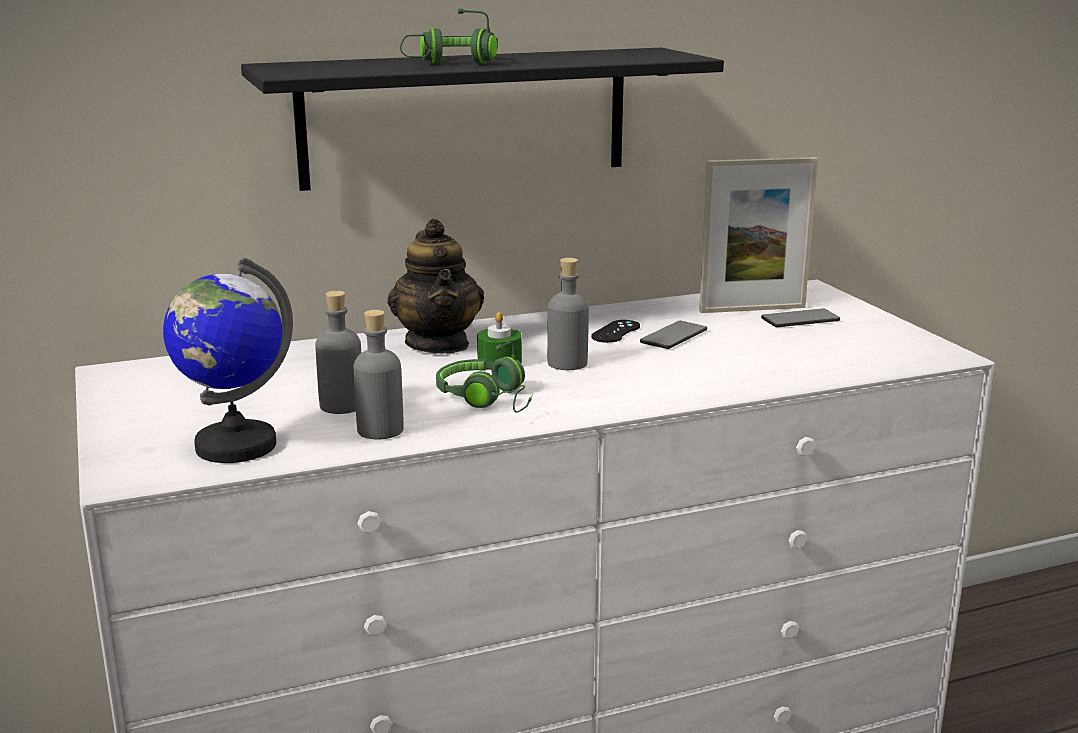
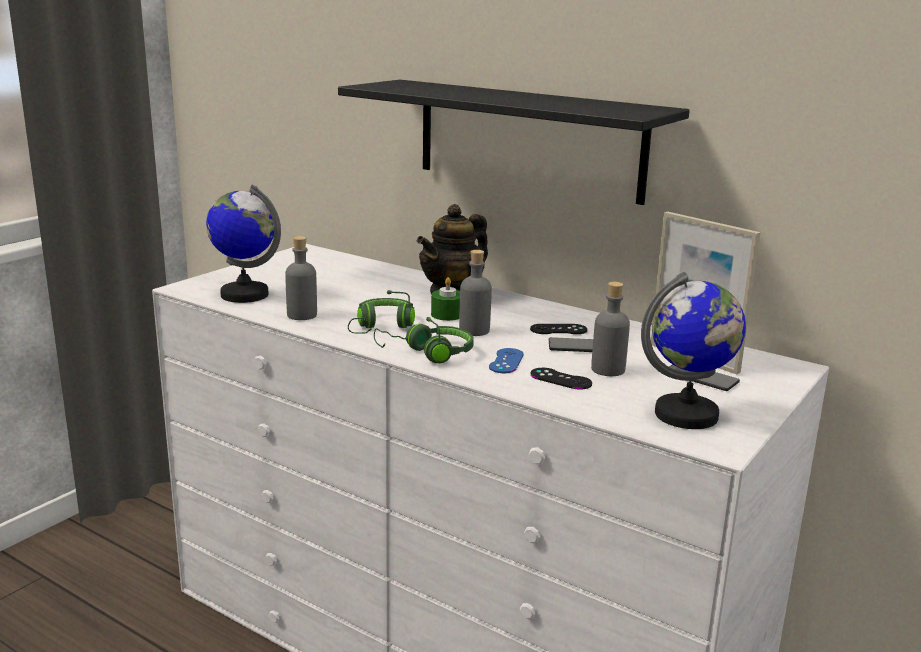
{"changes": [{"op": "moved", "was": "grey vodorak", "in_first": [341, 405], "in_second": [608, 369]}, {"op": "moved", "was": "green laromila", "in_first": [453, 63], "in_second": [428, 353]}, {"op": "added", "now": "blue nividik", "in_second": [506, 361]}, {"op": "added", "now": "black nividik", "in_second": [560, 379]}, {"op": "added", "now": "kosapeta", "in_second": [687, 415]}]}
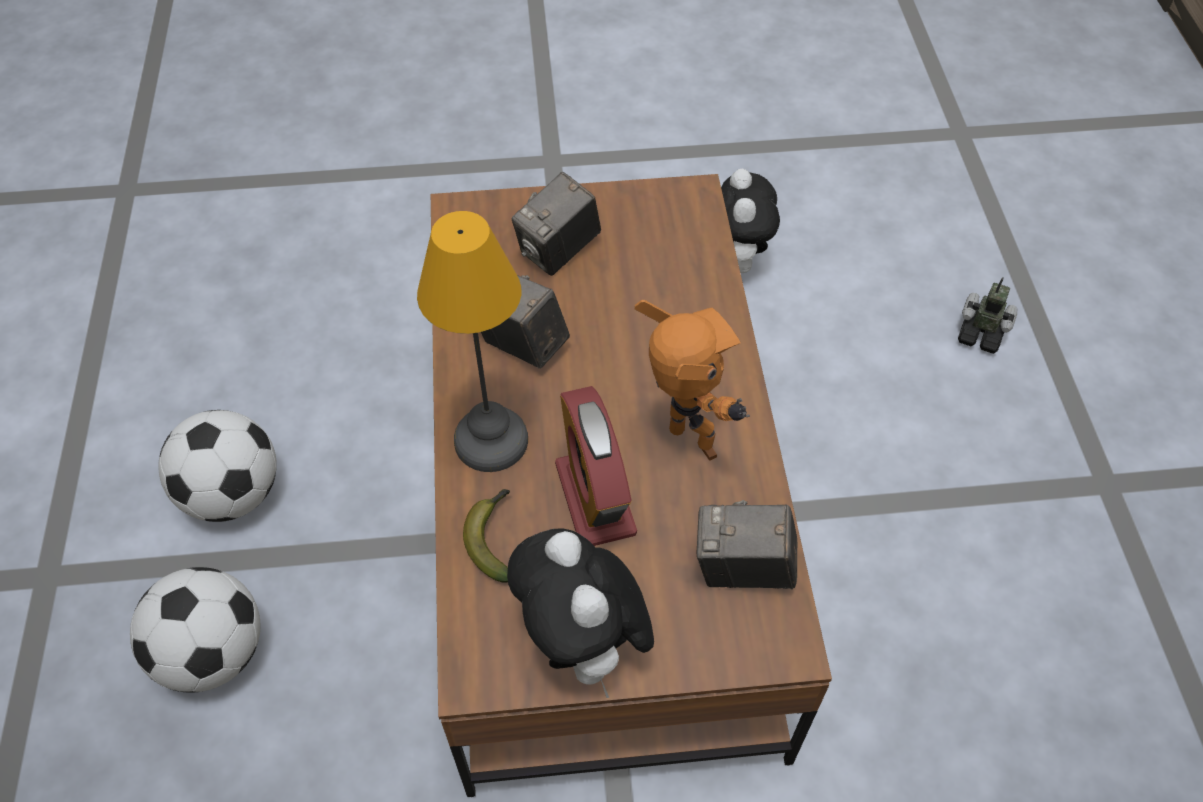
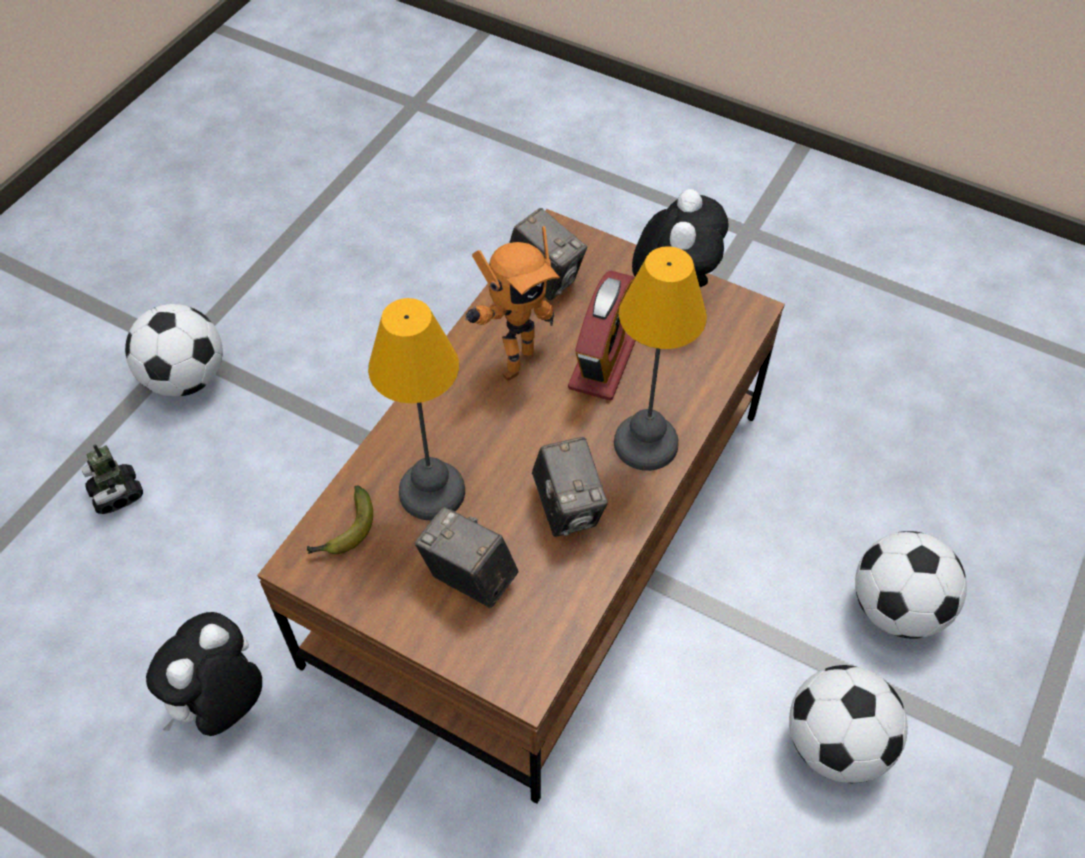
{"changes": [{"op": "moved", "was": "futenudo", "in_first": [494, 538], "in_second": [344, 532]}, {"op": "turned", "was": "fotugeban", "in_first": [558, 251], "in_second": [469, 577], "clockwise": -135}, {"op": "turned", "was": "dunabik", "in_first": [687, 448], "in_second": [512, 361], "clockwise": -135}, {"op": "added", "now": "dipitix", "in_second": [186, 378]}, {"op": "added", "now": "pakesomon", "in_second": [430, 493]}]}
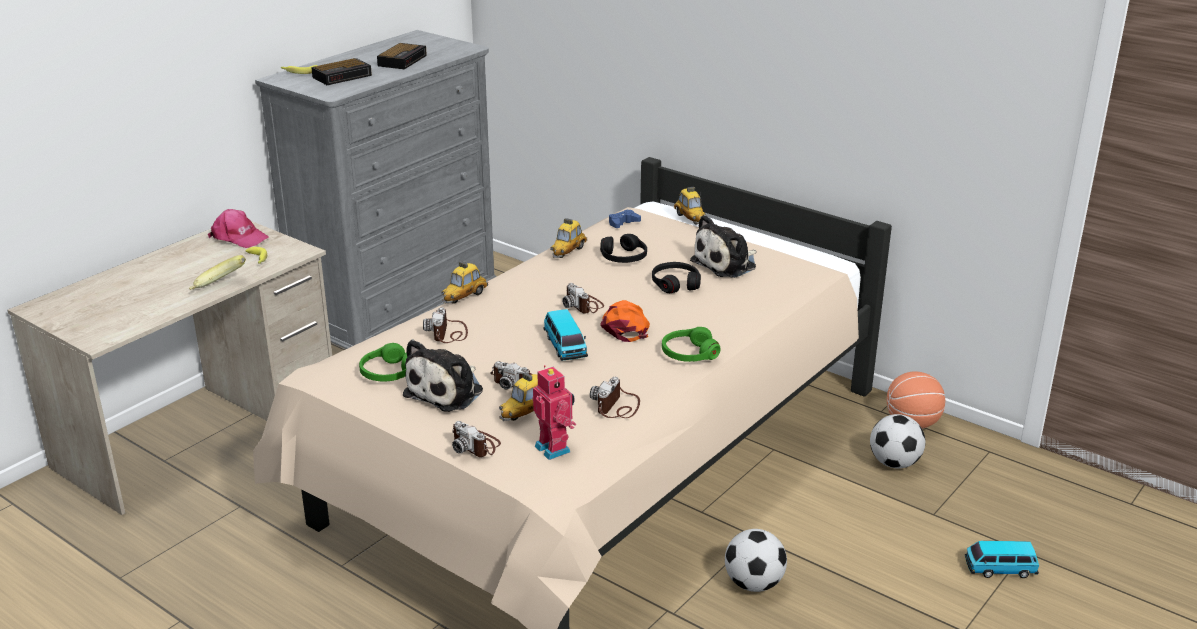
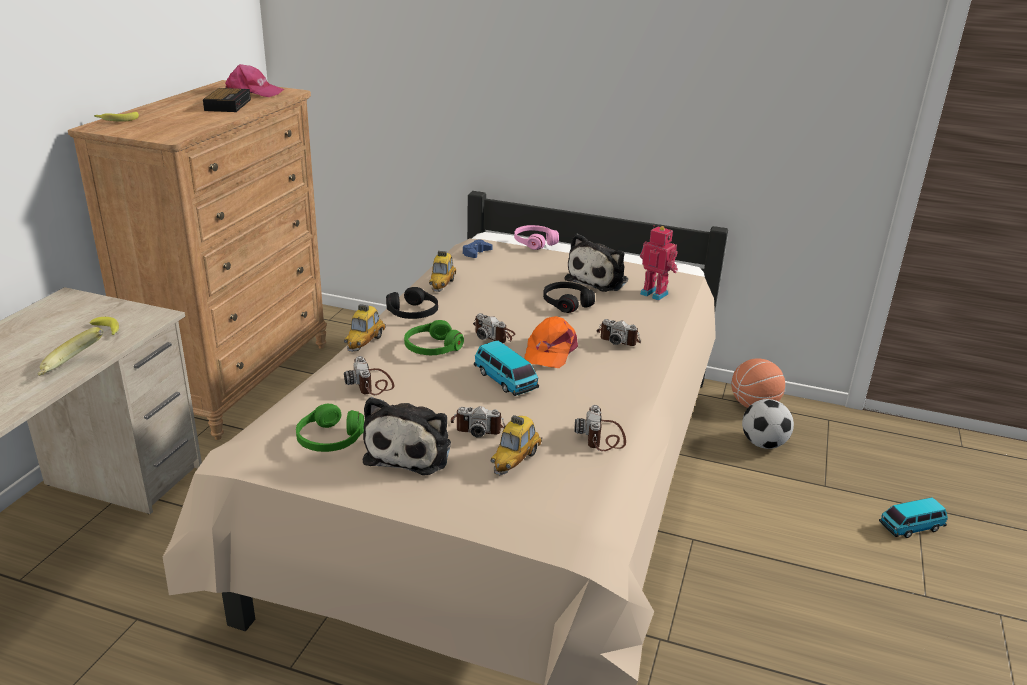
{"changes": [{"op": "moved", "was": "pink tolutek", "in_first": [239, 237], "in_second": [253, 92]}, {"op": "recoloured", "was": "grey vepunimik", "now": "brown vepunimik", "in_first": [399, 322], "in_second": [237, 379]}, {"op": "removed", "was": "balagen", "in_first": [343, 76]}, {"op": "moved", "was": "fotugeban", "in_first": [476, 445], "in_second": [619, 339]}, {"op": "moved", "was": "dunabik", "in_first": [554, 448], "in_second": [655, 293]}, {"op": "moved", "was": "black laromila", "in_first": [623, 257], "in_second": [413, 313]}, {"op": "turned", "was": "orange tolutek", "in_first": [624, 326], "in_second": [549, 351], "clockwise": -135}, {"op": "moved", "was": "green laromila", "in_first": [689, 354], "in_second": [432, 348]}, {"op": "replaced", "was": "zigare", "now": "pink laromila", "in_first": [690, 218], "in_second": [534, 242]}, {"op": "removed", "was": "dipitix", "in_first": [753, 584]}]}
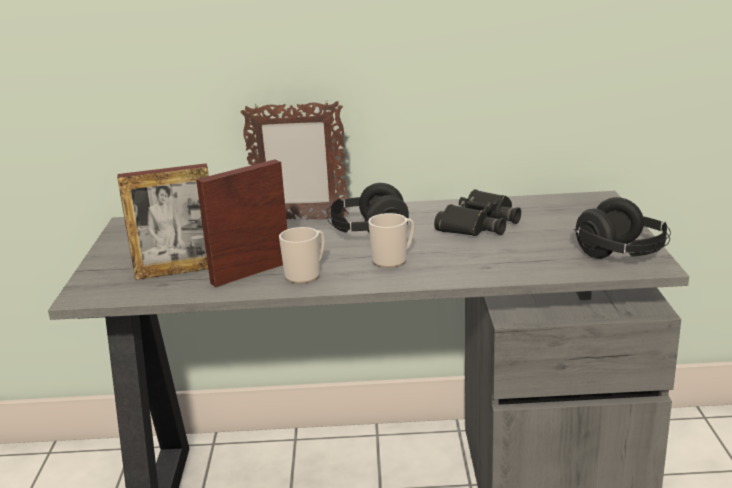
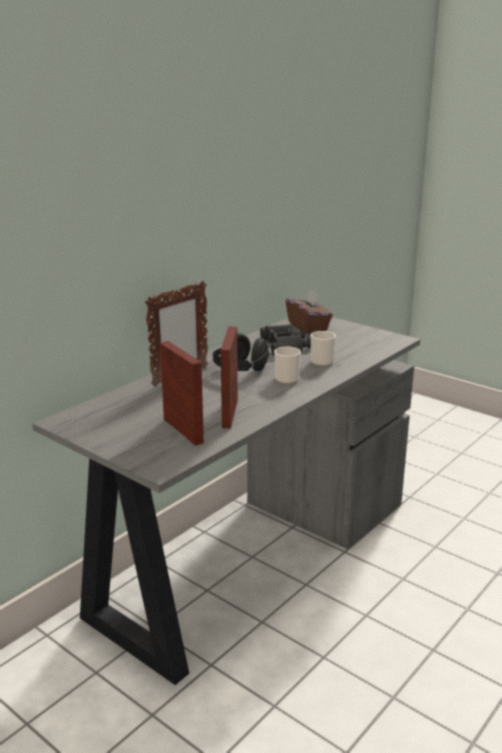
{"changes": [{"op": "turned", "was": "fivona", "in_first": [178, 271], "in_second": [183, 431], "clockwise": -60}, {"op": "moved", "was": "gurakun", "in_first": [306, 274], "in_second": [322, 360]}, {"op": "removed", "was": "black laromila", "in_first": [622, 255]}, {"op": "added", "now": "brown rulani", "in_second": [308, 327]}]}
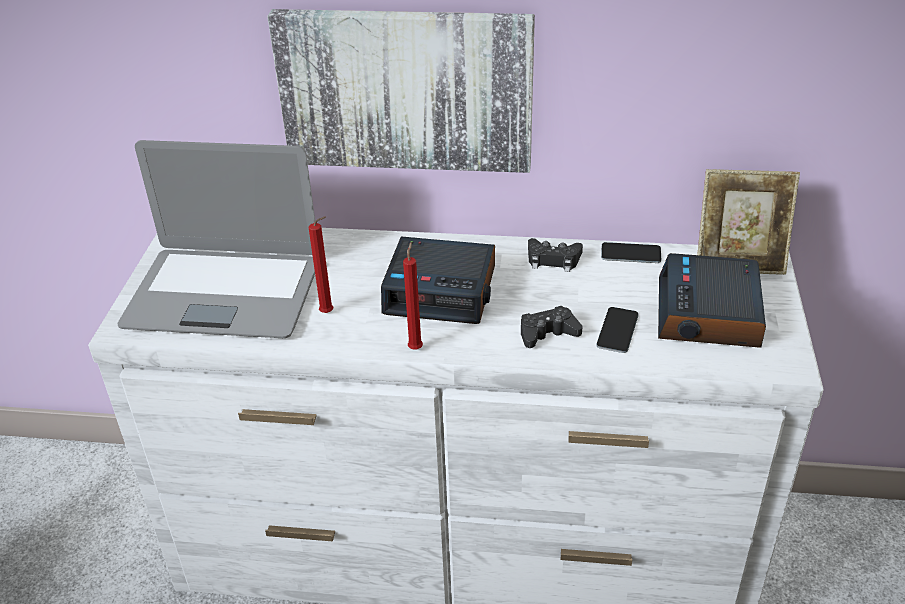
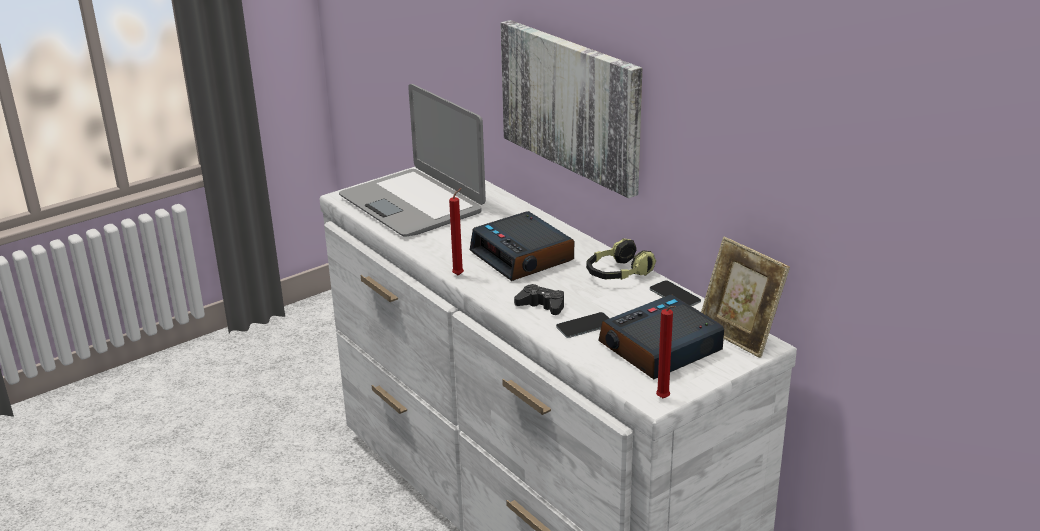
{"changes": [{"op": "moved", "was": "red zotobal", "in_first": [329, 313], "in_second": [664, 399]}, {"op": "replaced", "was": "black nividik", "now": "laromila", "in_first": [553, 259], "in_second": [618, 274]}]}
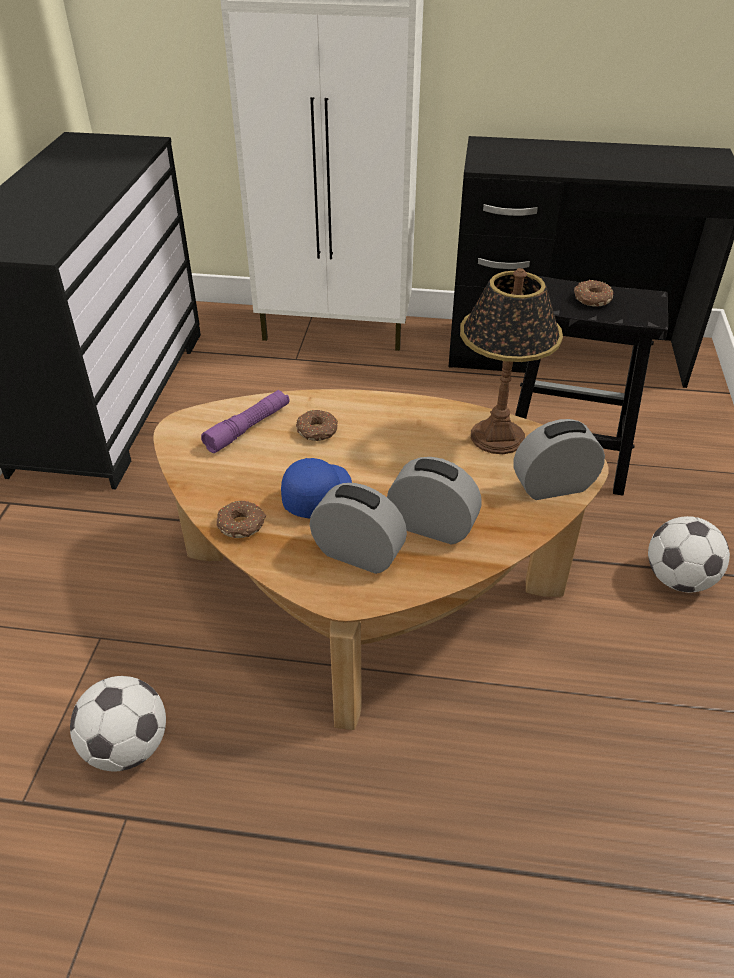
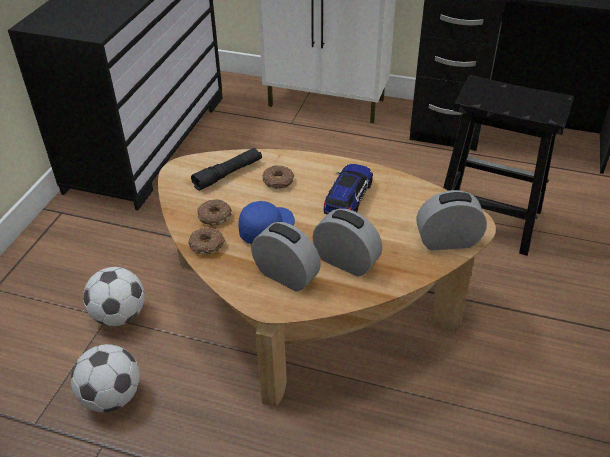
{"changes": [{"op": "recoloured", "was": "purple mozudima", "now": "black mozudima", "in_first": [248, 428], "in_second": [228, 174]}, {"op": "removed", "was": "pakesomon", "in_first": [497, 437]}, {"op": "moved", "was": "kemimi", "in_first": [591, 299], "in_second": [214, 217]}, {"op": "moved", "was": "dipitix", "in_first": [678, 579], "in_second": [119, 315]}, {"op": "added", "now": "zigare", "in_second": [348, 199]}]}
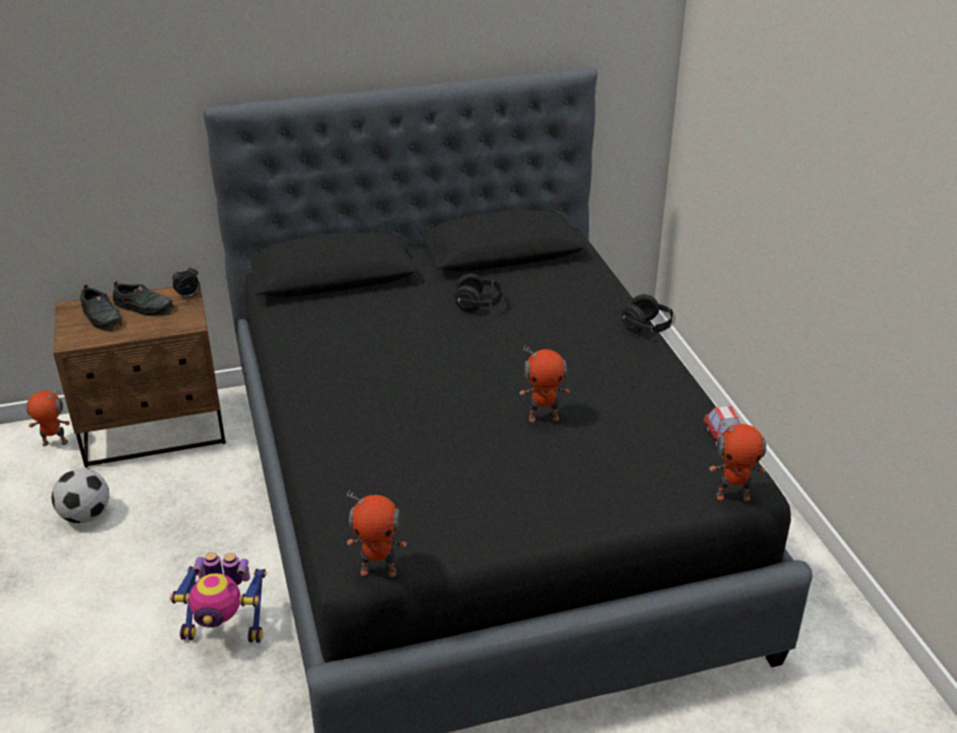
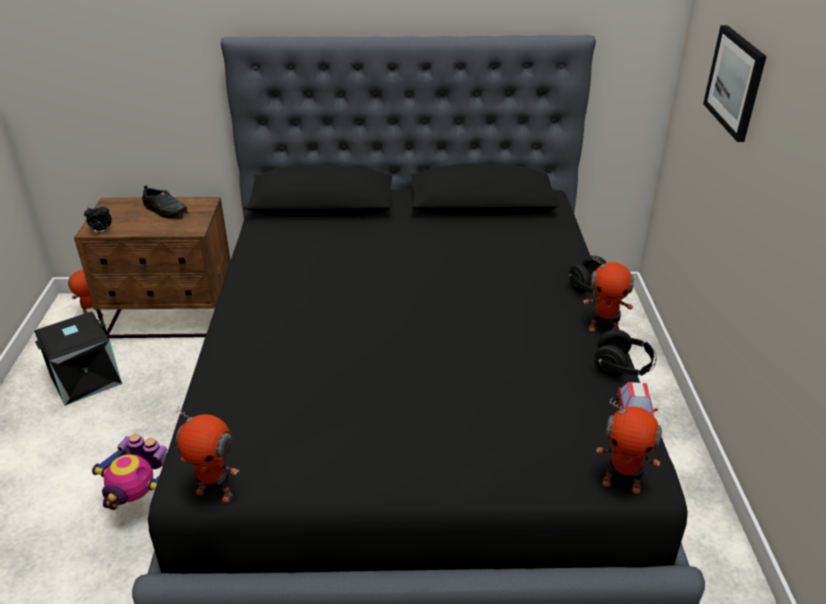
{"changes": [{"op": "replaced", "was": "dipitix", "now": "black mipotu", "in_first": [86, 516], "in_second": [85, 380]}, {"op": "removed", "was": "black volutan", "in_first": [102, 316]}, {"op": "moved", "was": "balagen", "in_first": [188, 296], "in_second": [101, 232]}, {"op": "moved", "was": "black laromila", "in_first": [479, 305], "in_second": [623, 368]}, {"op": "moved", "was": "dunabik", "in_first": [543, 417], "in_second": [603, 328]}, {"op": "added", "now": "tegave", "in_second": [735, 82]}]}
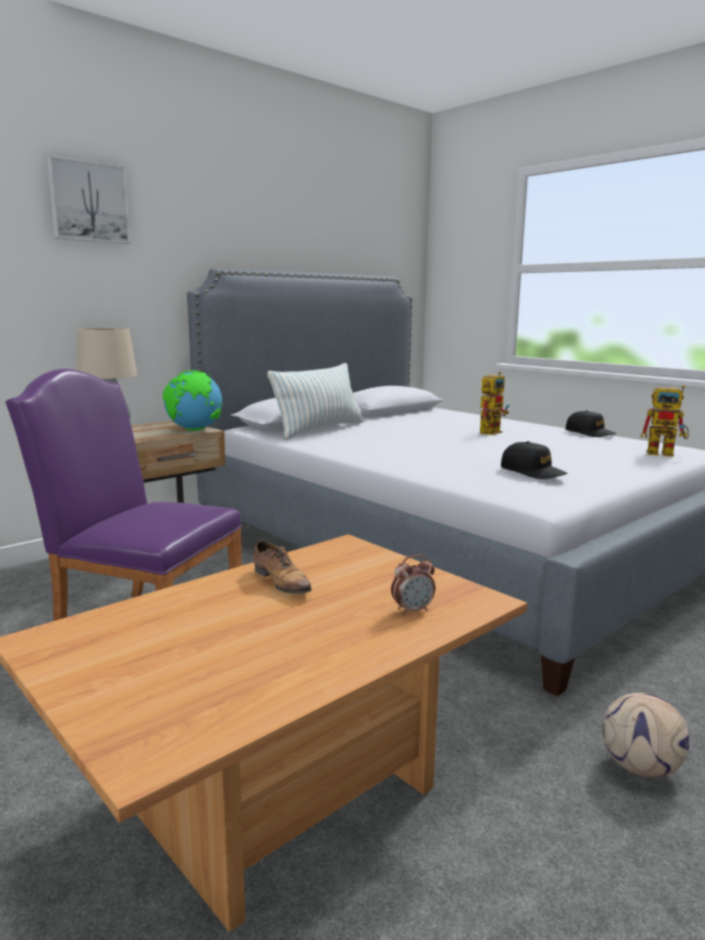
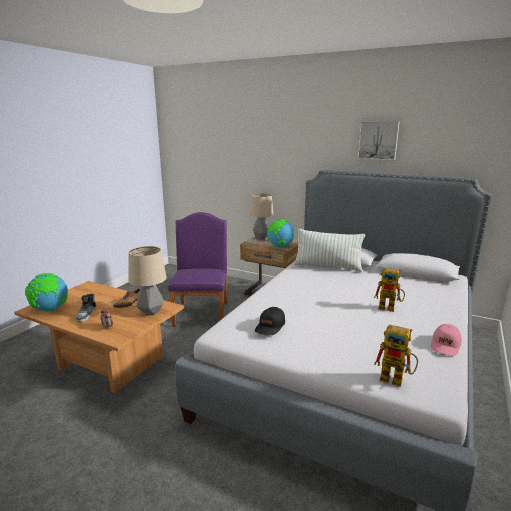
{"changes": [{"op": "moved", "was": "tegave", "in_first": [88, 202], "in_second": [378, 140]}, {"op": "recoloured", "was": "black tolutek", "now": "pink tolutek", "in_first": [589, 433], "in_second": [445, 345]}, {"op": "removed", "was": "dipitix", "in_first": [641, 769]}, {"op": "turned", "was": "dunabik", "in_first": [666, 453], "in_second": [397, 379], "clockwise": -60}, {"op": "added", "now": "kosapeta", "in_second": [50, 310]}, {"op": "added", "now": "volutan", "in_second": [86, 315]}, {"op": "added", "now": "pakesomon", "in_second": [150, 312]}]}
